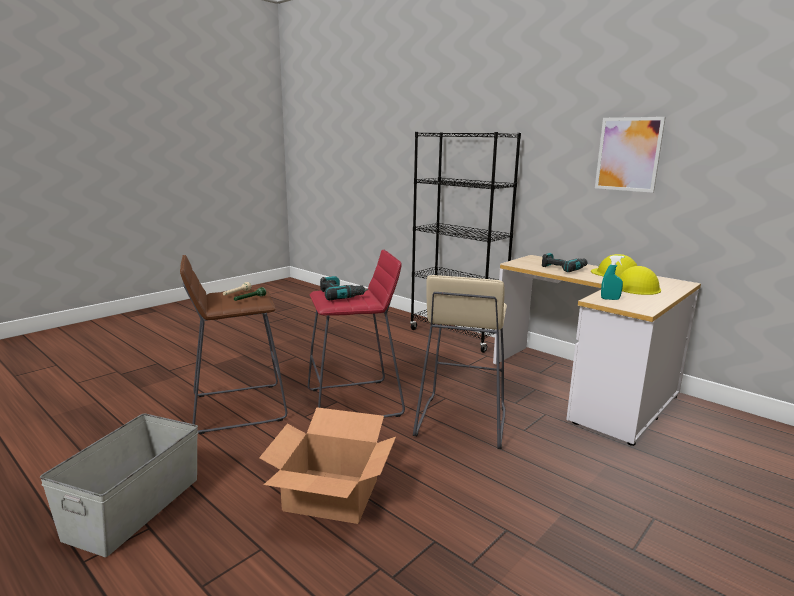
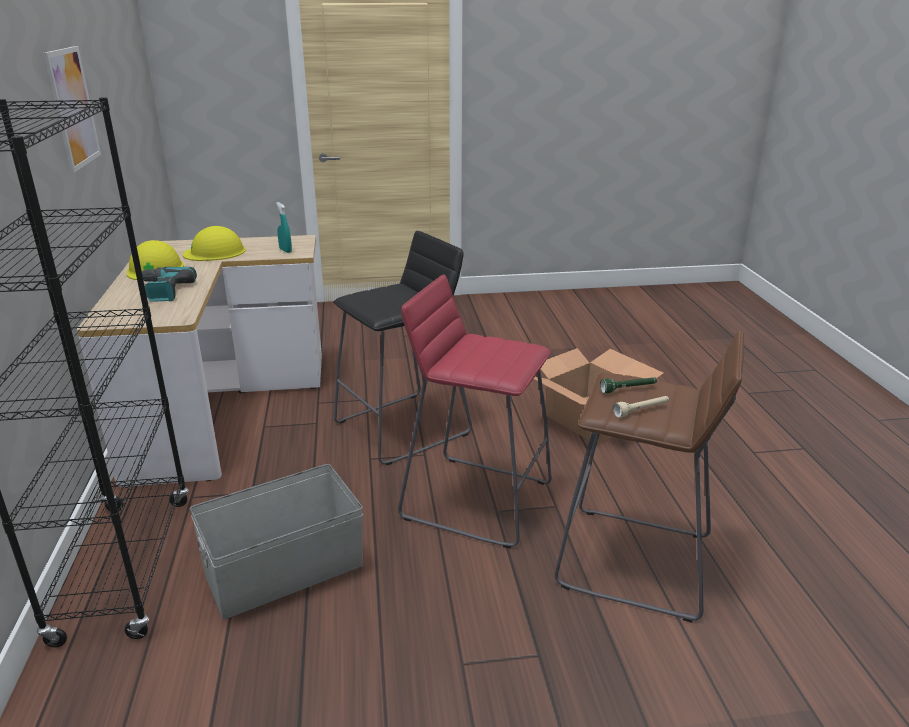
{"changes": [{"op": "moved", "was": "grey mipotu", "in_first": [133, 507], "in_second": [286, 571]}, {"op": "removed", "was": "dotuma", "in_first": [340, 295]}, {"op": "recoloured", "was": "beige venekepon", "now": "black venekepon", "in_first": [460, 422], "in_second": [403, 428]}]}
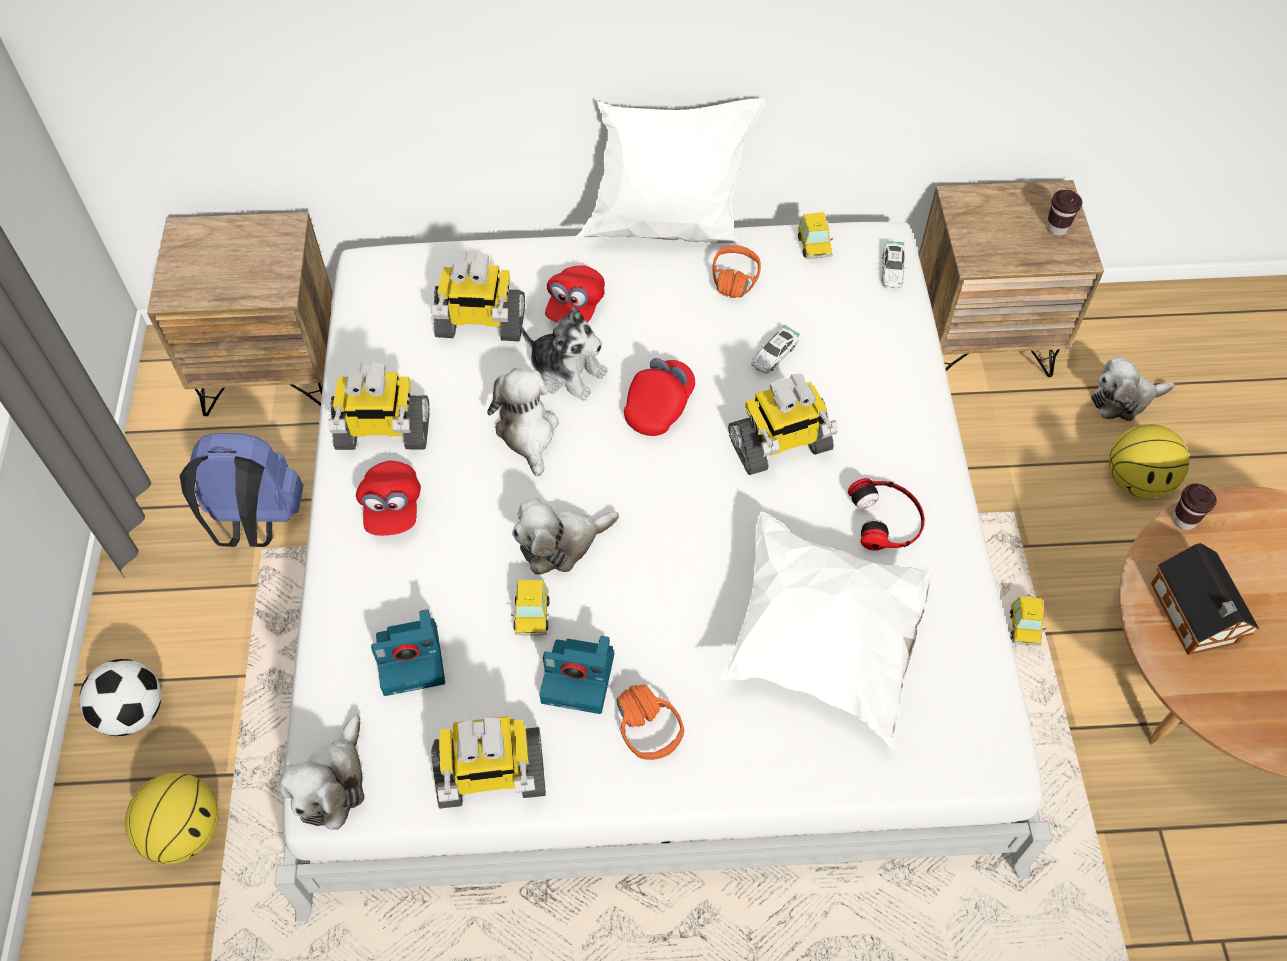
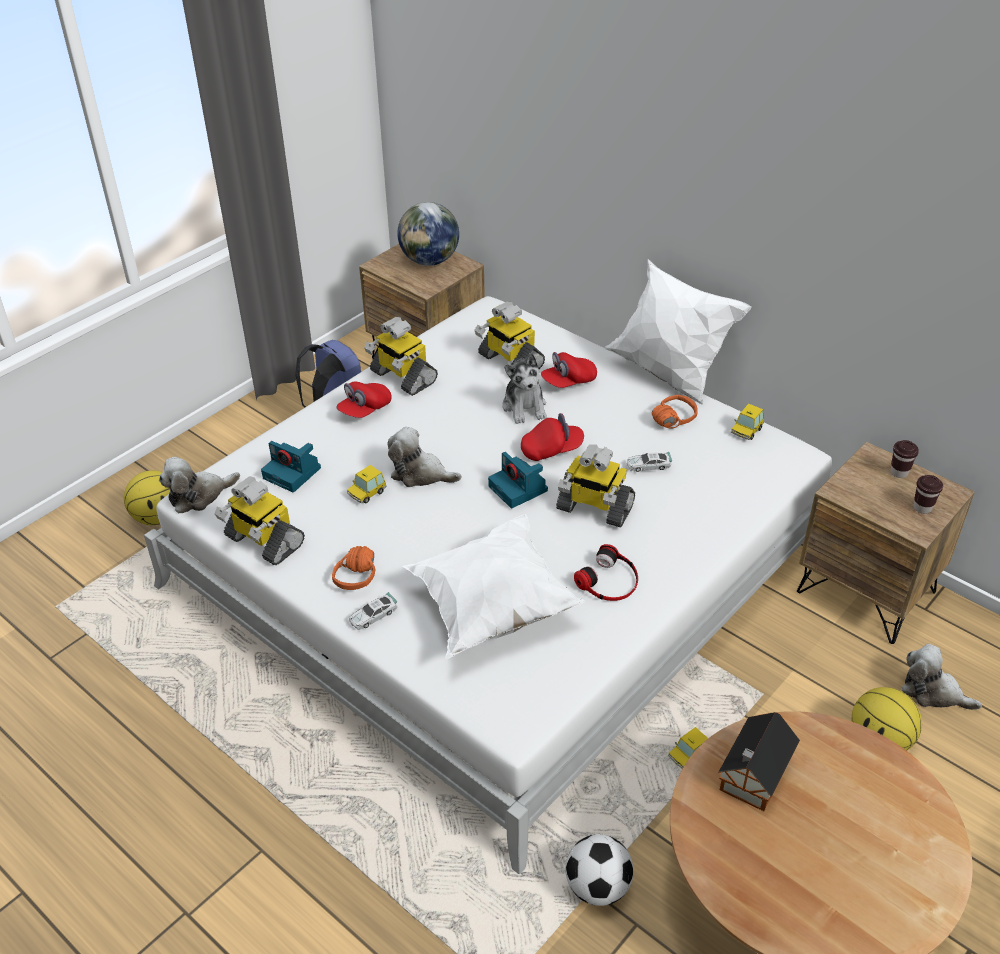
{"changes": [{"op": "moved", "was": "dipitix", "in_first": [133, 712], "in_second": [597, 887]}, {"op": "removed", "was": "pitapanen", "in_first": [527, 432]}, {"op": "moved", "was": "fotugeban", "in_first": [580, 677], "in_second": [519, 489]}, {"op": "moved", "was": "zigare", "in_first": [892, 270], "in_second": [373, 615]}, {"op": "moved", "was": "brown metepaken", "in_first": [1183, 520], "in_second": [899, 472]}, {"op": "added", "now": "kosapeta", "in_second": [430, 261]}]}
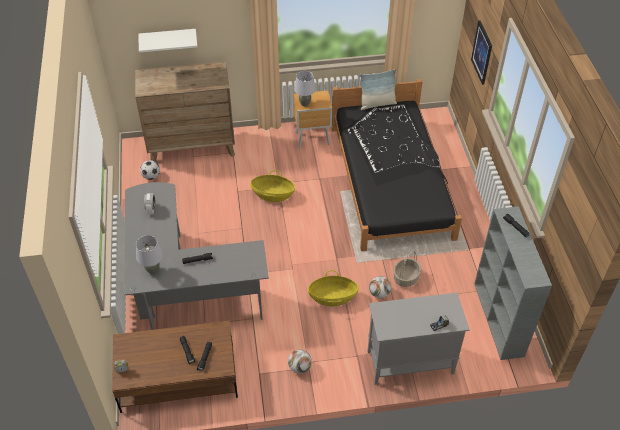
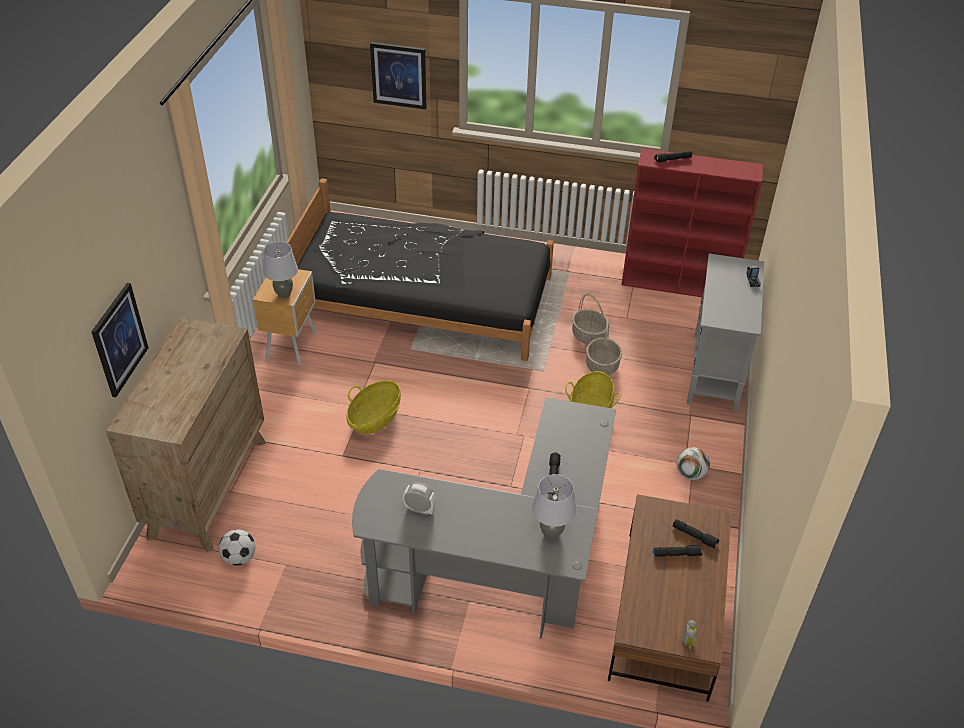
{"changes": [{"op": "replaced", "was": "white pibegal", "now": "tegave", "in_first": [168, 40], "in_second": [119, 339]}, {"op": "removed", "was": "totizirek", "in_first": [377, 104]}, {"op": "replaced", "was": "dipitix", "now": "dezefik", "in_first": [379, 293], "in_second": [602, 366]}, {"op": "recoloured", "was": "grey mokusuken", "now": "red mokusuken", "in_first": [499, 319], "in_second": [679, 284]}]}
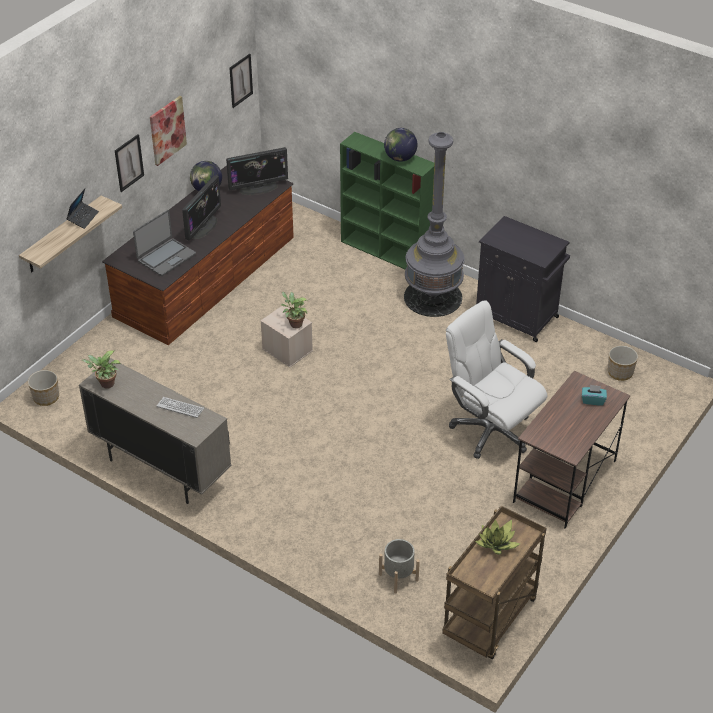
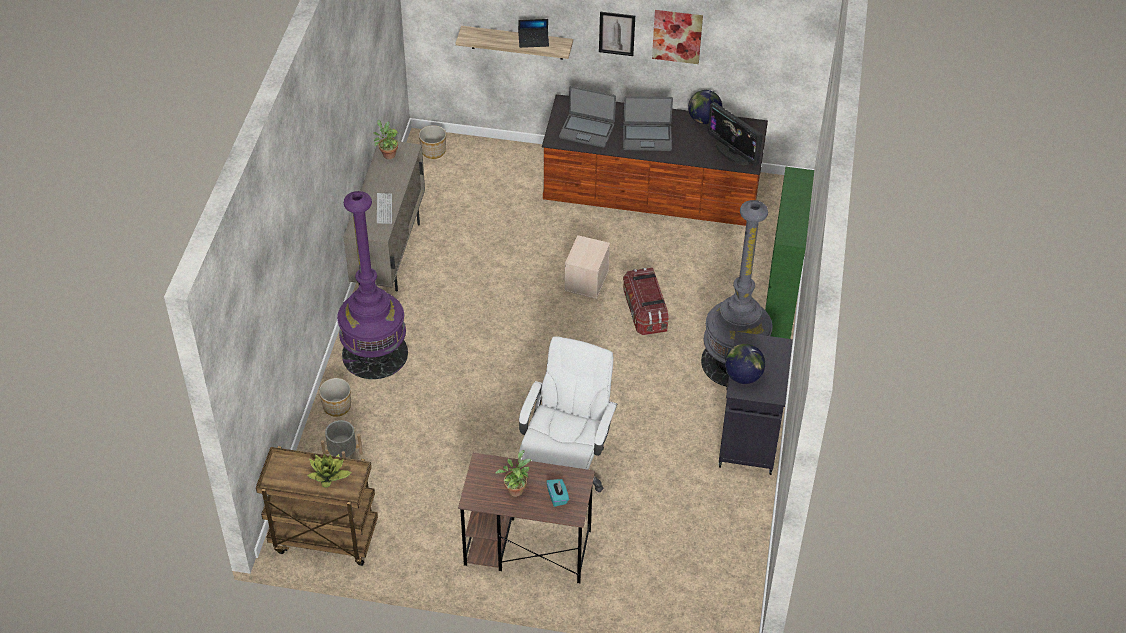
{"changes": [{"op": "replaced", "was": "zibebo", "now": "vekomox", "in_first": [203, 227], "in_second": [647, 138]}, {"op": "removed", "was": "tegave", "in_first": [240, 80]}, {"op": "moved", "was": "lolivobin", "in_first": [294, 323], "in_second": [515, 488]}, {"op": "moved", "was": "kosapeta", "in_first": [400, 158], "in_second": [743, 376]}, {"op": "moved", "was": "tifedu", "in_first": [620, 372], "in_second": [337, 407]}, {"op": "added", "now": "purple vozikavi", "in_second": [375, 354]}, {"op": "added", "now": "mipotu", "in_second": [644, 312]}]}
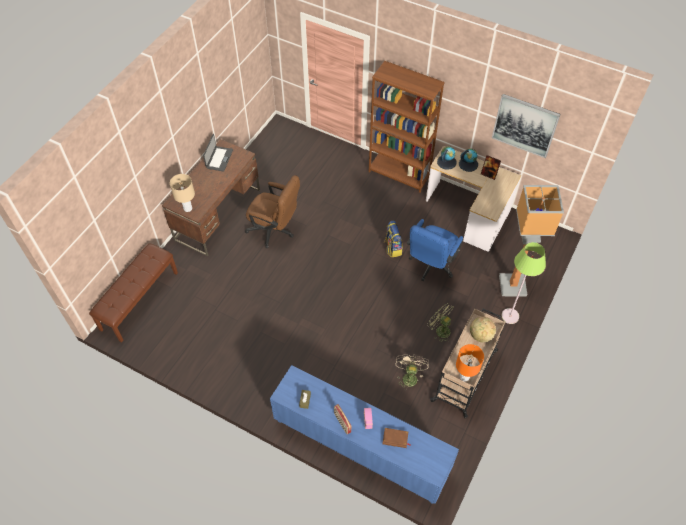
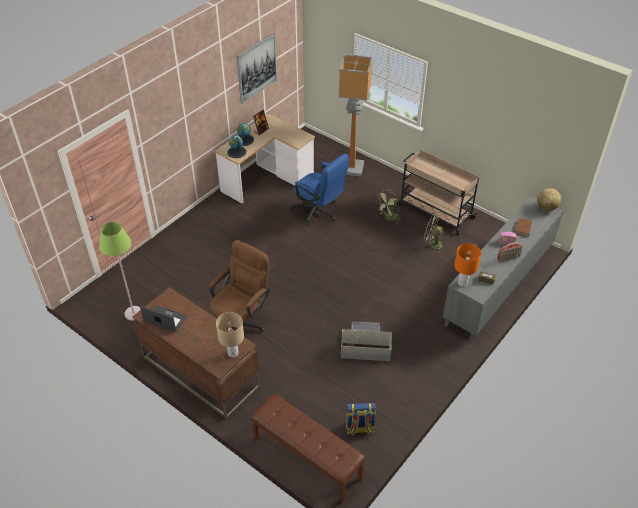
{"changes": [{"op": "recoloured", "was": "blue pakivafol", "now": "grey pakivafol", "in_first": [360, 447], "in_second": [499, 286]}, {"op": "removed", "was": "brown mokusuken", "in_first": [399, 174]}, {"op": "moved", "was": "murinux", "in_first": [392, 248], "in_second": [359, 428]}, {"op": "moved", "was": "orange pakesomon", "in_first": [464, 377], "in_second": [462, 283]}, {"op": "moved", "was": "kosapeta", "in_first": [480, 335], "in_second": [546, 208]}, {"op": "moved", "was": "green vozikavi", "in_first": [510, 316], "in_second": [134, 313]}, {"op": "added", "now": "grey mipotu", "in_second": [364, 346]}]}
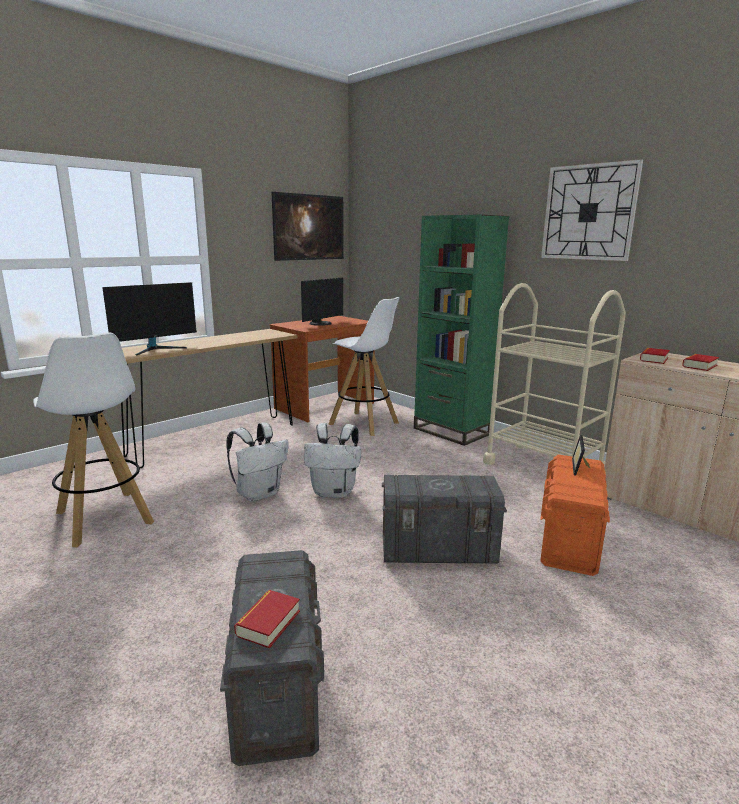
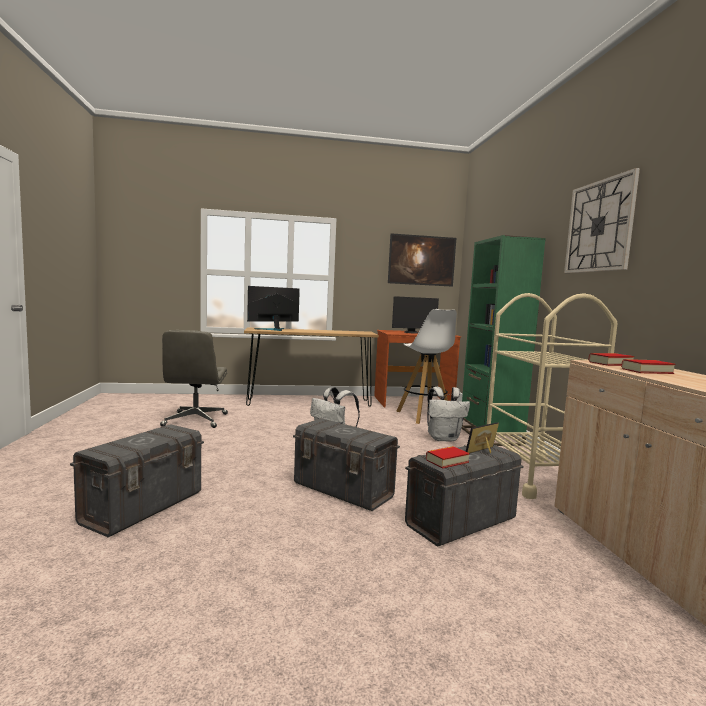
{"changes": [{"op": "replaced", "was": "white venekepon", "now": "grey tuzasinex", "in_first": [104, 518], "in_second": [195, 420]}, {"op": "turned", "was": "zibebo", "in_first": [156, 349], "in_second": [274, 329], "clockwise": 150}, {"op": "moved", "was": "white murinux", "in_first": [259, 494], "in_second": [443, 438]}, {"op": "moved", "was": "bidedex", "in_first": [268, 623], "in_second": [447, 461]}, {"op": "recoloured", "was": "orange mipotu", "now": "grey mipotu", "in_first": [569, 541], "in_second": [460, 522]}]}
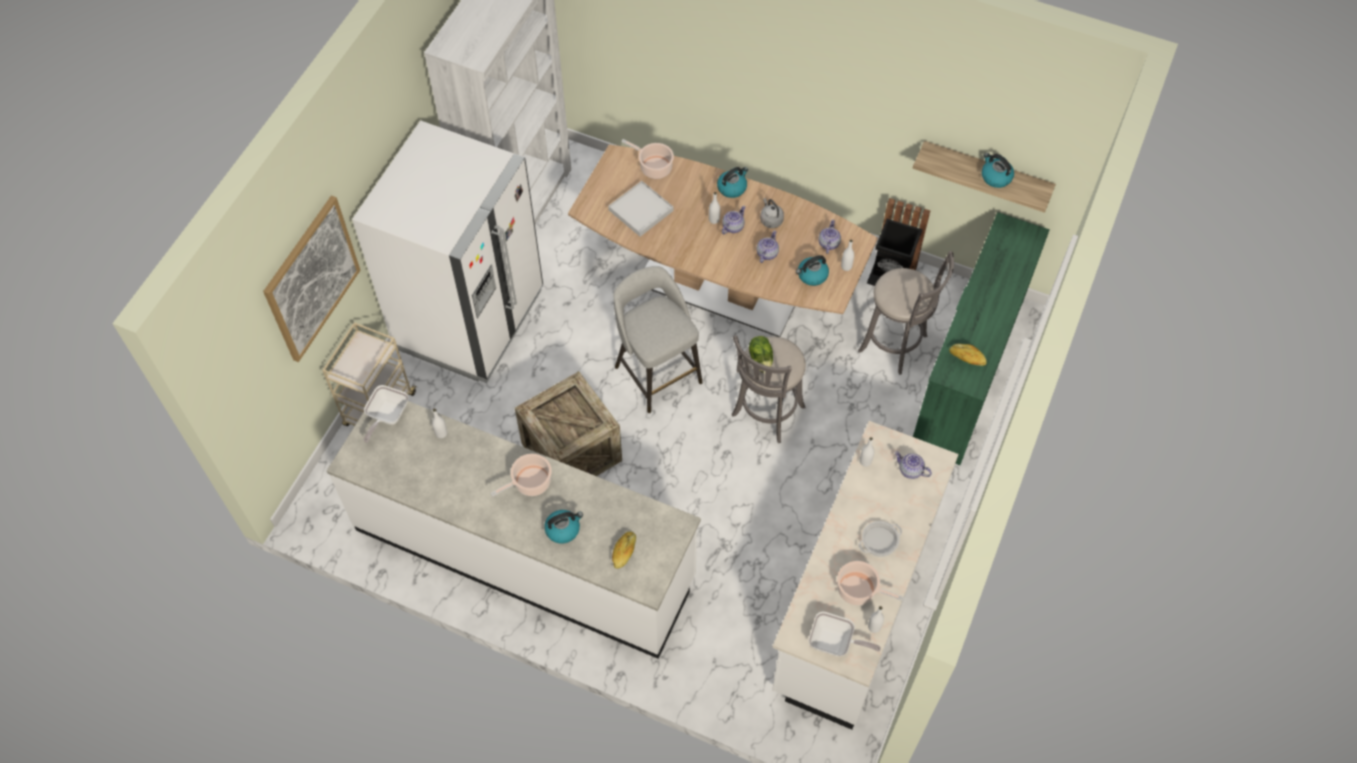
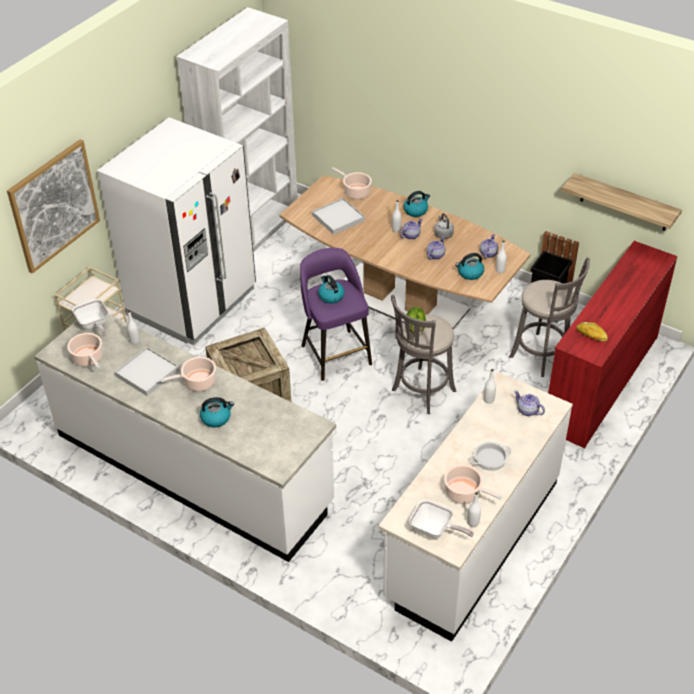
{"changes": [{"op": "turned", "was": "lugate", "in_first": [386, 417], "in_second": [94, 325], "clockwise": -60}, {"op": "removed", "was": "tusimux", "in_first": [624, 552]}, {"op": "recoloured", "was": "grey venekepon", "now": "purple venekepon", "in_first": [656, 372], "in_second": [335, 353]}, {"op": "recoloured", "was": "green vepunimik", "now": "red vepunimik", "in_first": [966, 373], "in_second": [600, 382]}, {"op": "moved", "was": "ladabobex", "in_first": [995, 177], "in_second": [330, 296]}, {"op": "added", "now": "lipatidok", "in_second": [88, 359]}, {"op": "added", "now": "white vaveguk", "in_second": [147, 373]}]}
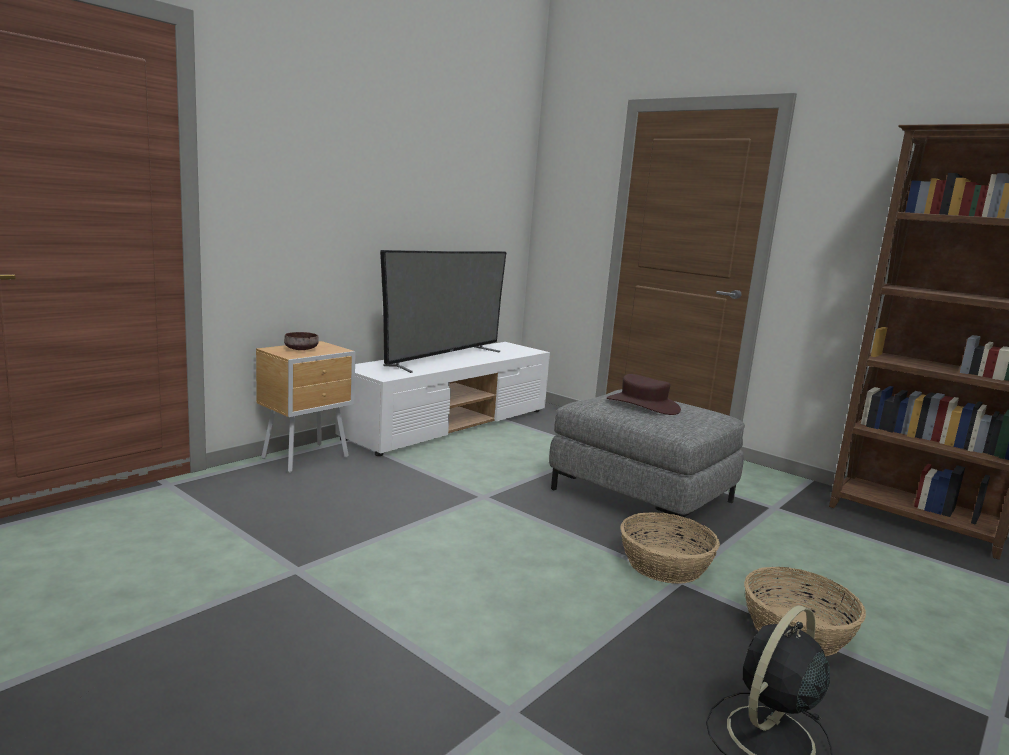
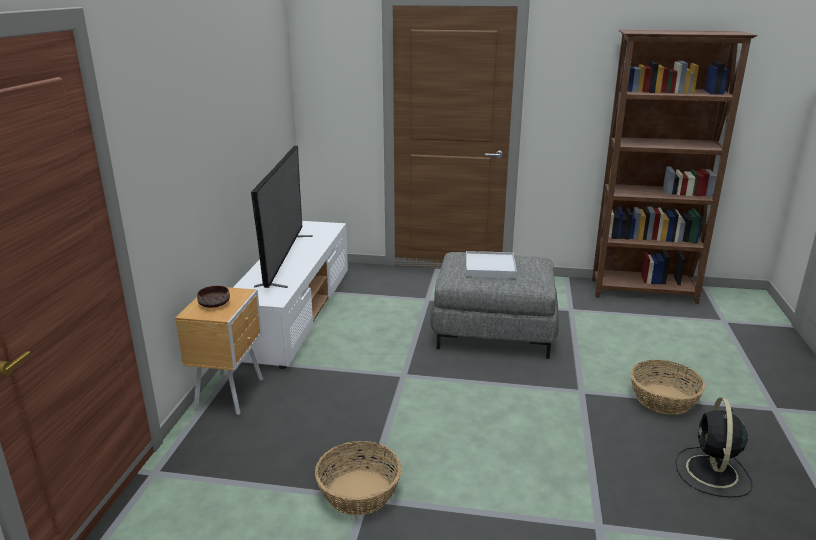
{"changes": [{"op": "replaced", "was": "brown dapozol", "now": "white vaveguk", "in_first": [643, 405], "in_second": [490, 267]}, {"op": "moved", "was": "dezefik", "in_first": [664, 564], "in_second": [359, 492]}]}
